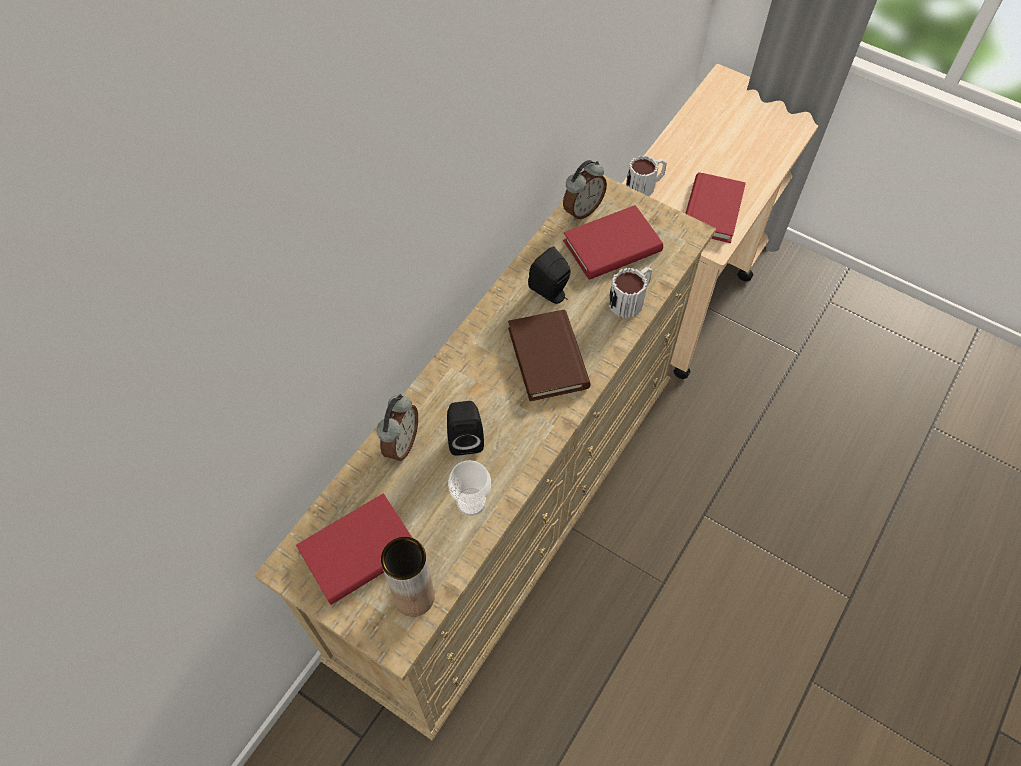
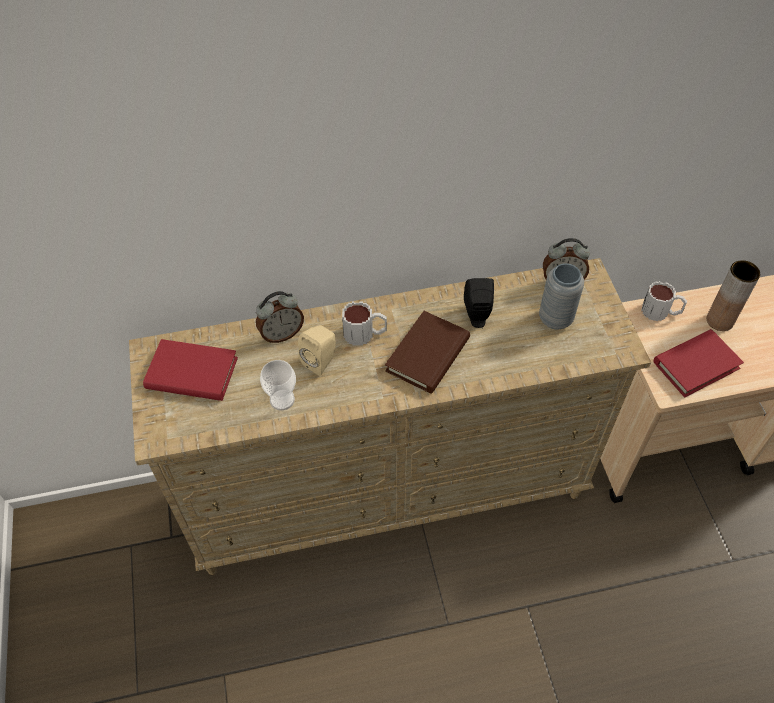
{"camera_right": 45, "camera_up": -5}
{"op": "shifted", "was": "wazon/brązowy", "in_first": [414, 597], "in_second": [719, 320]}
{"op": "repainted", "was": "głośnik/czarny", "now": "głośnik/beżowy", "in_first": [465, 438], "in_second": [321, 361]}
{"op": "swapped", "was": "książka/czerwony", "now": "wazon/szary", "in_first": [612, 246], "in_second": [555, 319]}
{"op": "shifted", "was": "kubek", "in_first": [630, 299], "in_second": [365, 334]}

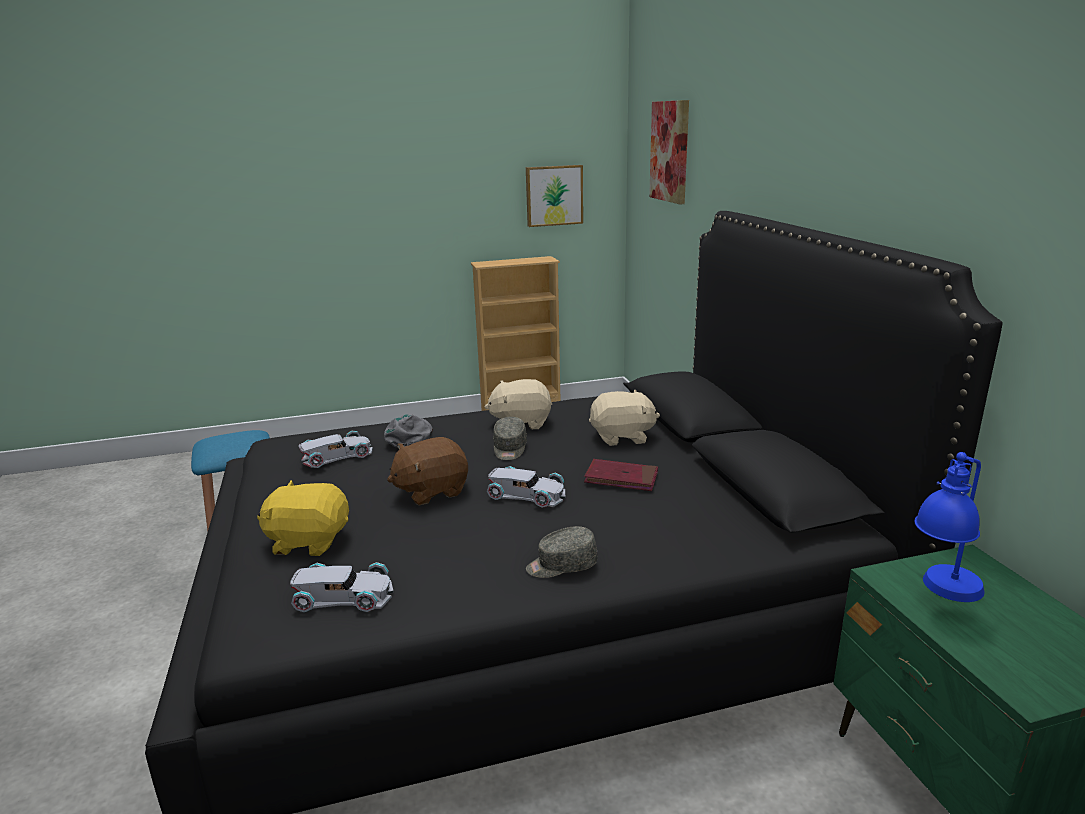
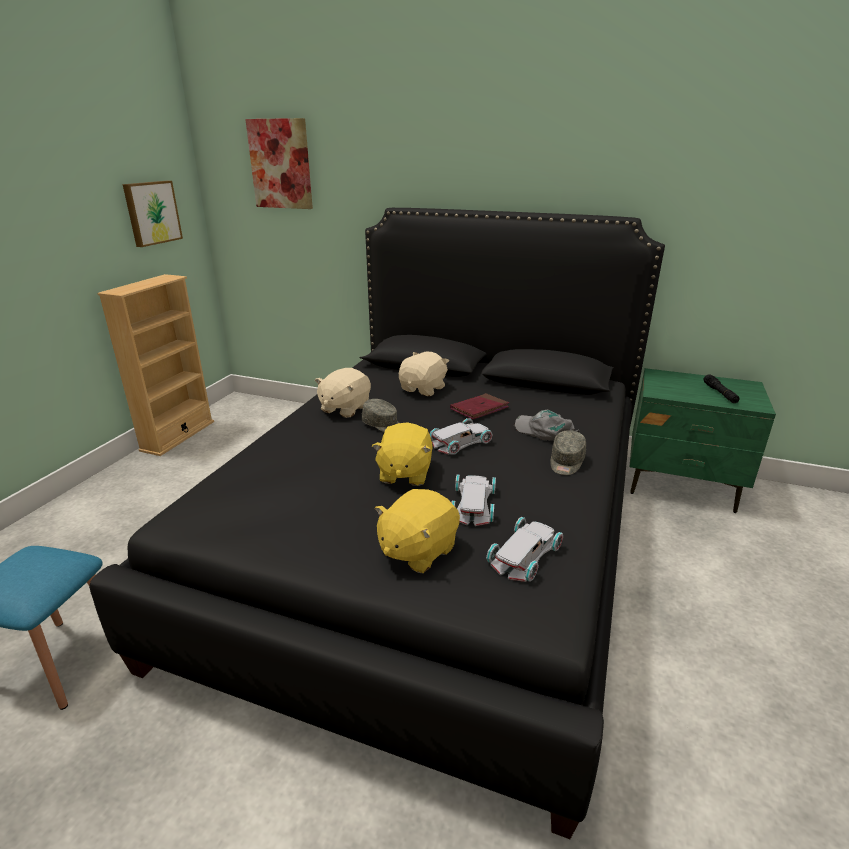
{"camera_right": -55, "camera_up": 5}
{"op": "shifted", "was": "samochodzik/biały", "in_first": [337, 455], "in_second": [474, 503]}
{"op": "shifted", "was": "czapka z daszkiem/szary", "in_first": [410, 438], "in_second": [545, 431]}
{"op": "repainted", "was": "pluszak/brązowy", "now": "pluszak/żółty", "in_first": [431, 491], "in_second": [404, 473]}
{"op": "gone", "was": "lampa stołowa/niebieski", "in_first": [942, 595]}
{"op": "new", "now": "latarka/czarny", "in_second": [720, 393]}

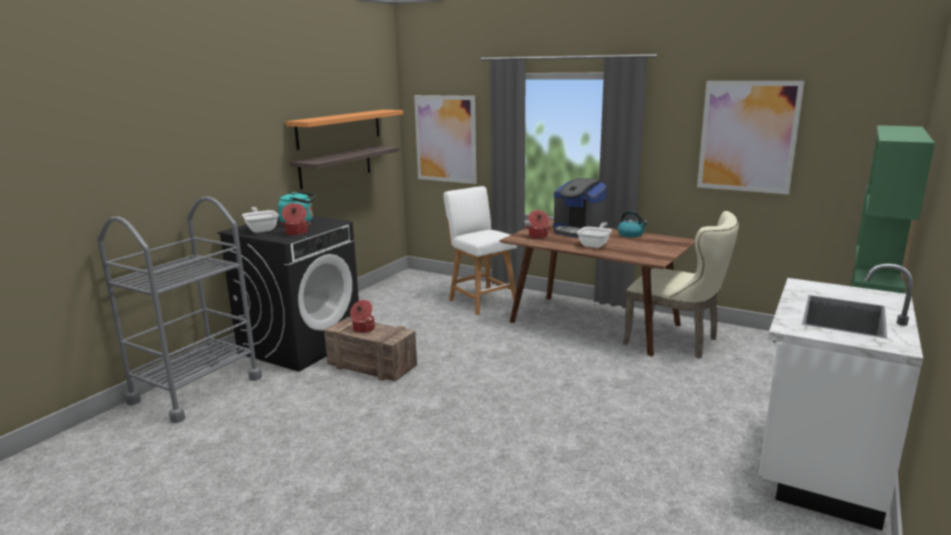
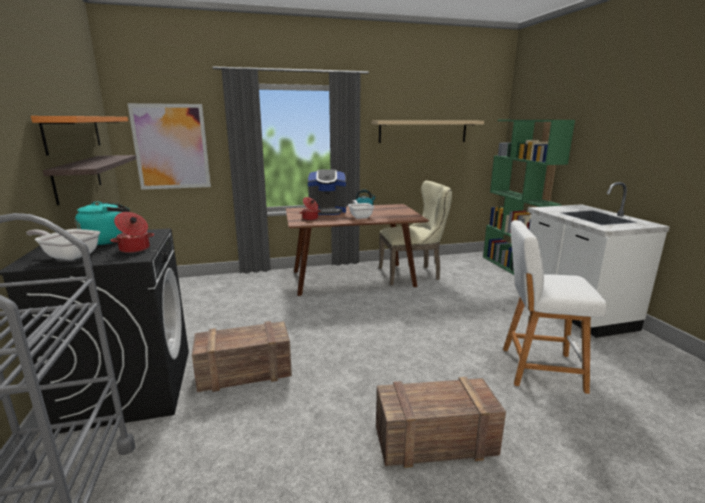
{"camera_right": -45, "camera_up": 0}
{"op": "gone", "was": "garnek", "in_first": [363, 329]}
{"op": "shifted", "was": "stołek/biały", "in_first": [481, 301], "in_second": [537, 368]}
{"op": "swapped", "was": "obraz", "now": "półka/beżowy", "in_first": [747, 136], "in_second": [423, 131]}
{"op": "new", "now": "skrzynka", "in_second": [433, 442]}

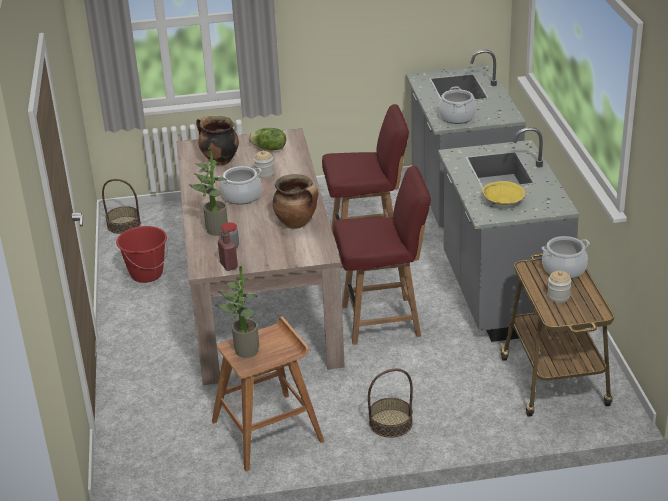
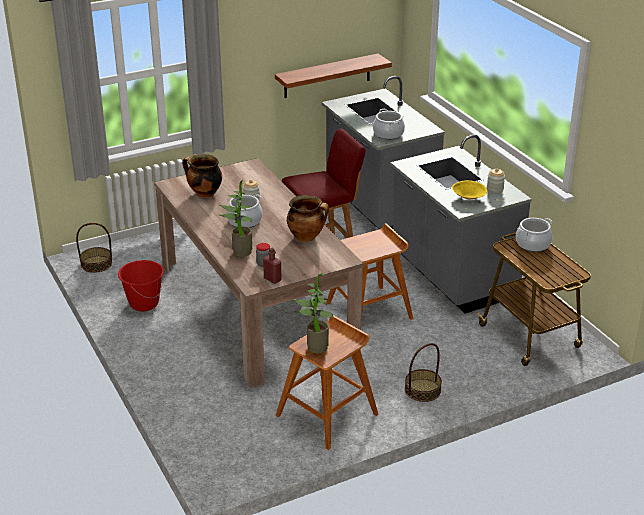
{"camera_right": -20, "camera_up": 0}
{"op": "gone", "was": "sałata", "in_first": [269, 149]}
{"op": "swapped", "was": "krzesło/czerwony", "now": "stołek/brązowy", "in_first": [383, 320], "in_second": [370, 310]}
{"op": "shifted", "was": "słoik", "in_first": [558, 296], "in_second": [495, 189]}
{"op": "new", "now": "półka", "in_second": [327, 76]}

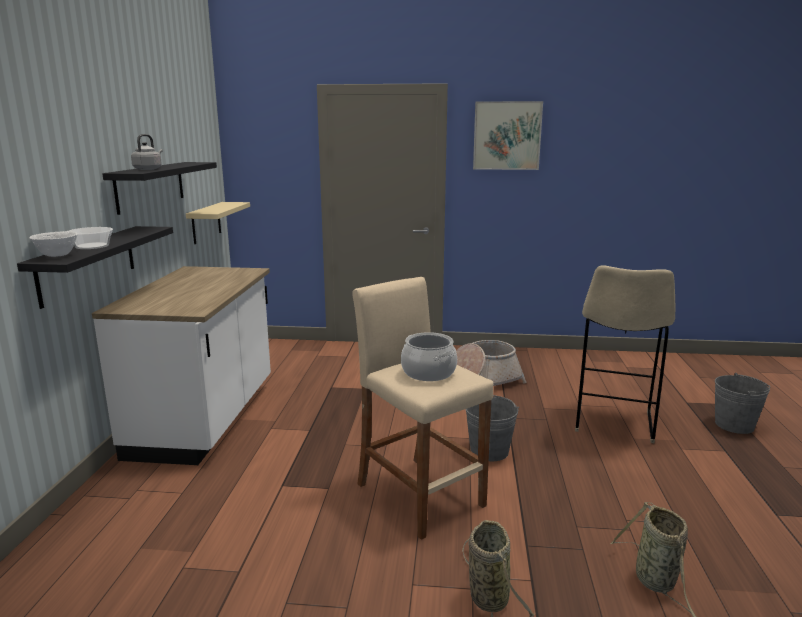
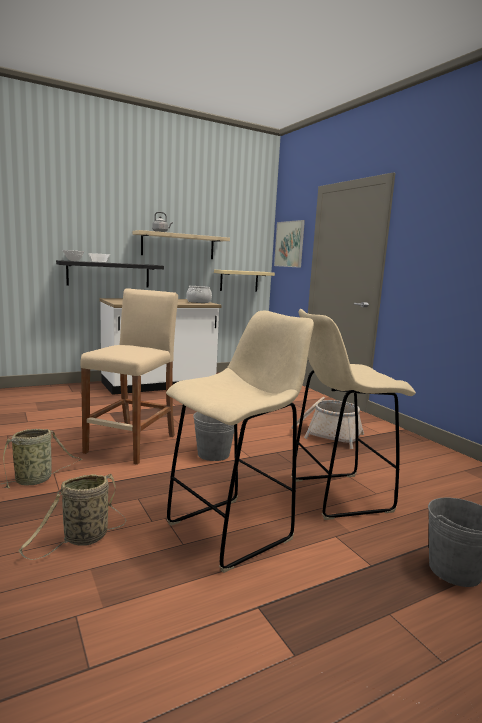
{"camera_right": 55, "camera_up": -5}
{"op": "repainted", "was": "półka/czarny", "now": "półka/beżowy", "in_first": [150, 186], "in_second": [178, 245]}
{"op": "shifted", "was": "garnek", "in_first": [429, 372], "in_second": [199, 302]}
{"op": "shifted", "was": "obraz", "in_first": [507, 135], "in_second": [289, 244]}
{"op": "new", "now": "stołek/beżowy", "in_second": [233, 530]}

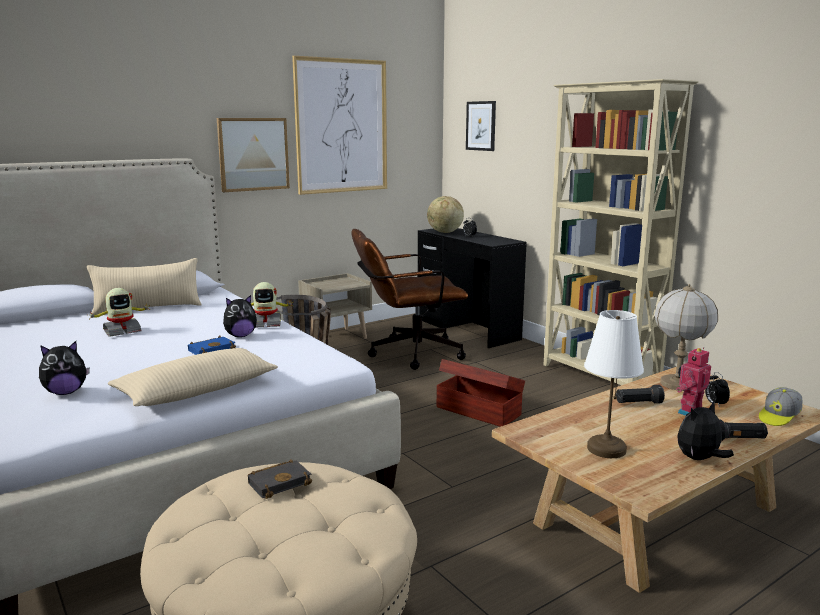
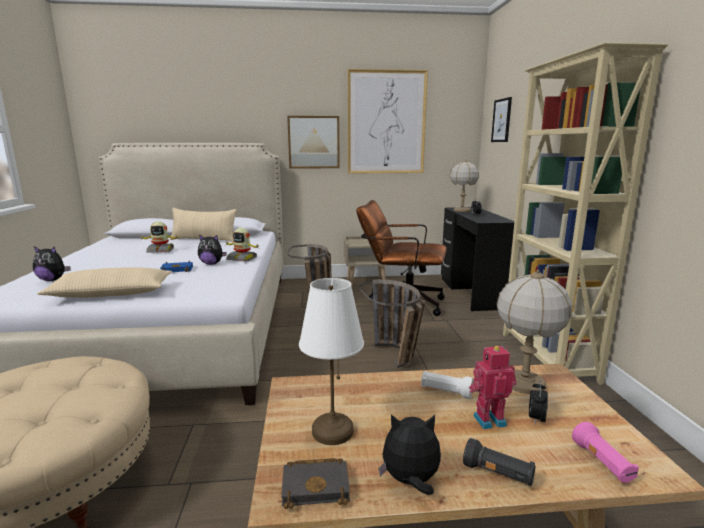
{"camera_right": 30, "camera_up": 0}
{"op": "shifted", "was": "książka/czarny", "in_first": [280, 482], "in_second": [317, 485]}
{"op": "swapped", "was": "globus", "now": "lampa stołowa", "in_first": [445, 232], "in_second": [461, 210]}
{"op": "swapped", "was": "pojemnik do przechowywania/brązowy", "now": "koszyk", "in_first": [478, 410], "in_second": [398, 360]}
{"op": "repainted", "was": "latarka/czarny", "now": "latarka/biały", "in_first": [638, 403], "in_second": [445, 392]}
{"op": "swapped", "was": "czapka z daszkiem", "now": "latarka/różowy", "in_first": [778, 417], "in_second": [602, 463]}

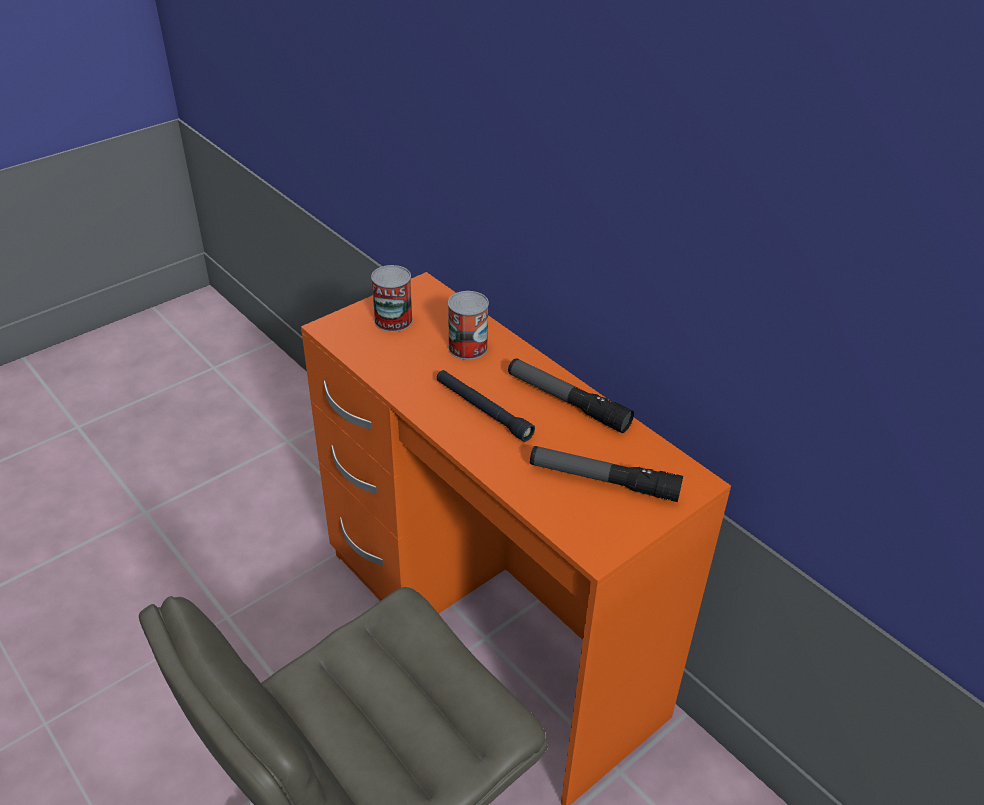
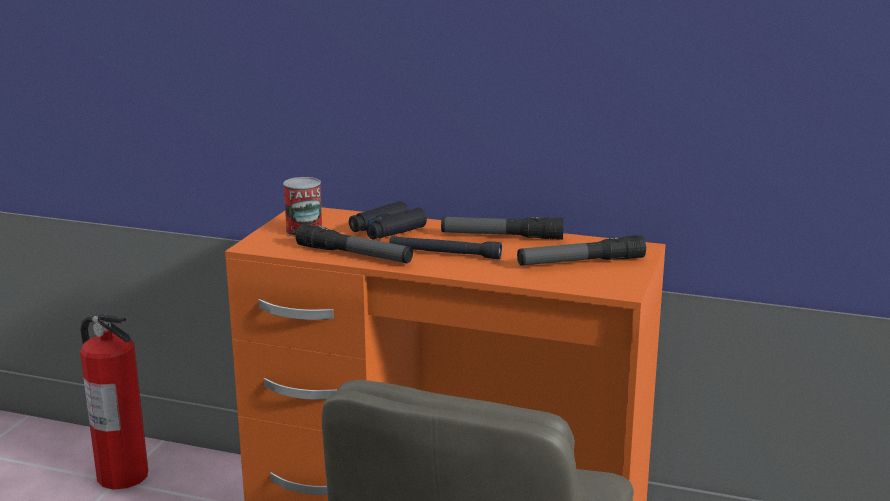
{"camera_right": -30, "camera_up": -20}
{"op": "swapped", "was": "puszka", "now": "lornetka/czarny", "in_first": [468, 347], "in_second": [387, 230]}
{"op": "new", "now": "gaśnica", "in_second": [122, 475]}
{"op": "new", "now": "latarka", "in_second": [354, 255]}

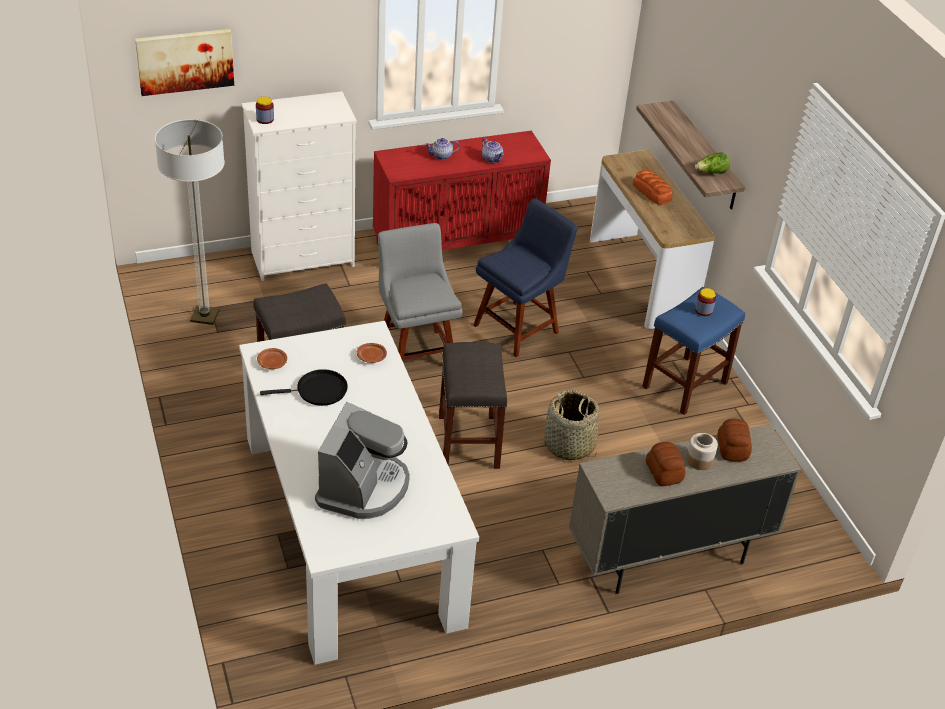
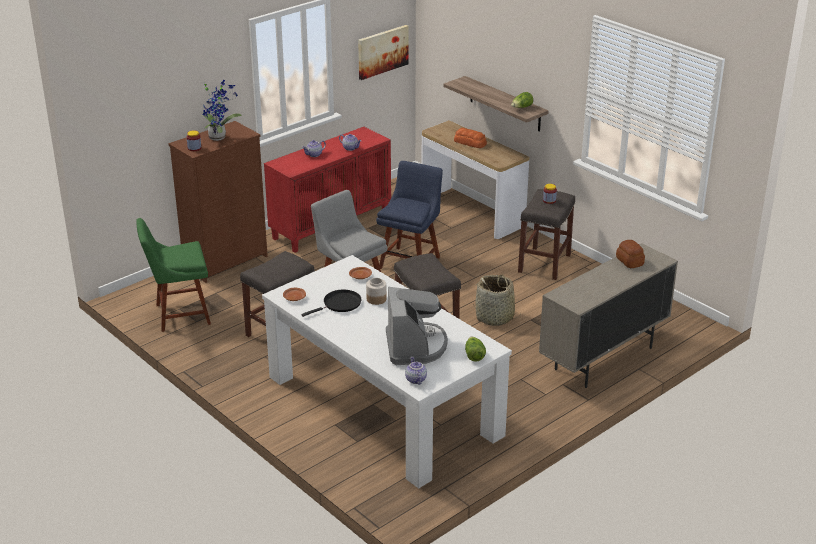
{"camera_right": -20, "camera_up": -10}
{"op": "shifted", "was": "obraz", "in_first": [185, 61], "in_second": [382, 51]}
{"op": "swapped", "was": "lampa stojąca", "now": "krzesło/zielony", "in_first": [204, 316], "in_second": [179, 315]}
{"op": "repainted", "was": "komoda/biały", "now": "komoda/brązowy", "in_first": [304, 259], "in_second": [226, 261]}
{"op": "repainted", "was": "stołek/niebieski", "now": "stołek/szary", "in_first": [685, 384], "in_second": [544, 263]}
{"op": "gone", "was": "chleb", "in_first": [663, 472]}
{"op": "shifted", "was": "słoik", "in_first": [699, 460], "in_second": [376, 299]}
{"op": "new", "now": "roślina doniczkowa", "in_second": [219, 137]}
{"op": "new", "now": "imbryk", "in_second": [415, 379]}
{"op": "new", "now": "sałata", "in_second": [474, 355]}

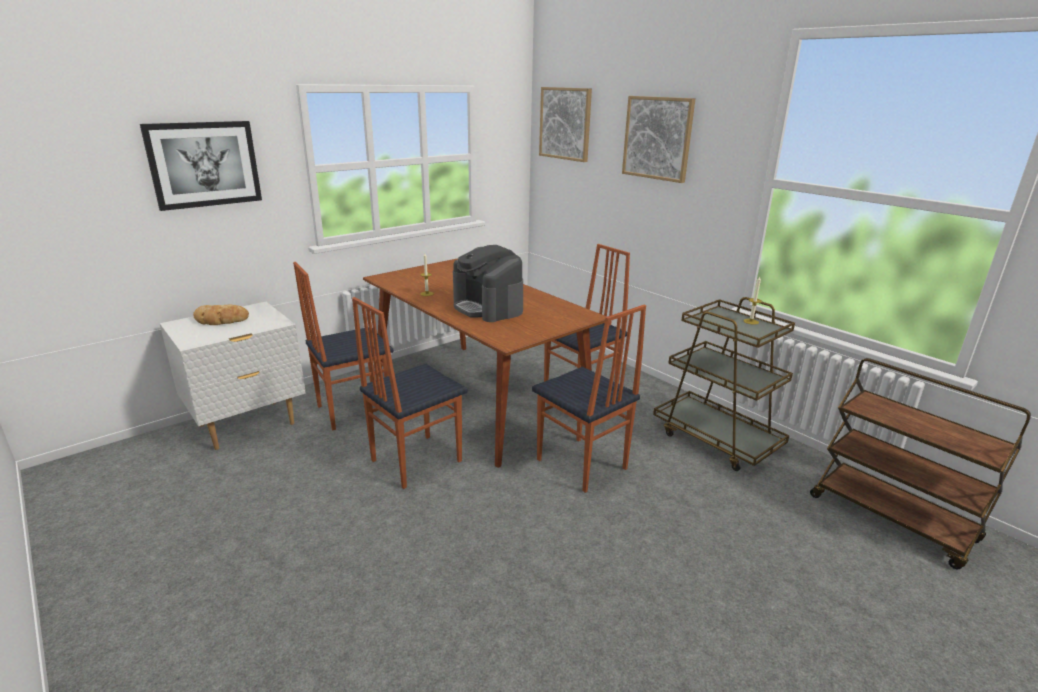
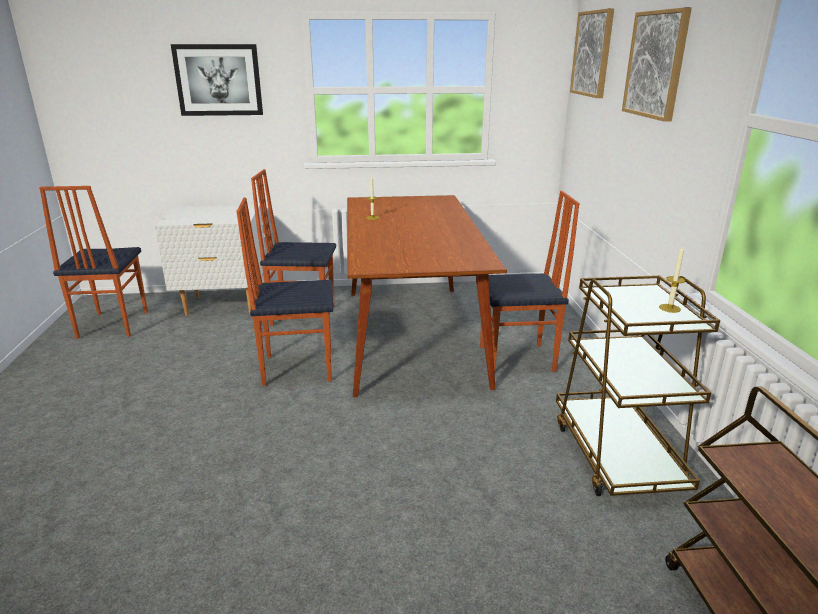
{"camera_right": 35, "camera_up": 0}
{"op": "gone", "was": "chleb", "in_first": [220, 320]}
{"op": "gone", "was": "ekspres do kawy", "in_first": [488, 307]}
{"op": "shifted", "was": "krzesło", "in_first": [581, 465], "in_second": [112, 325]}

